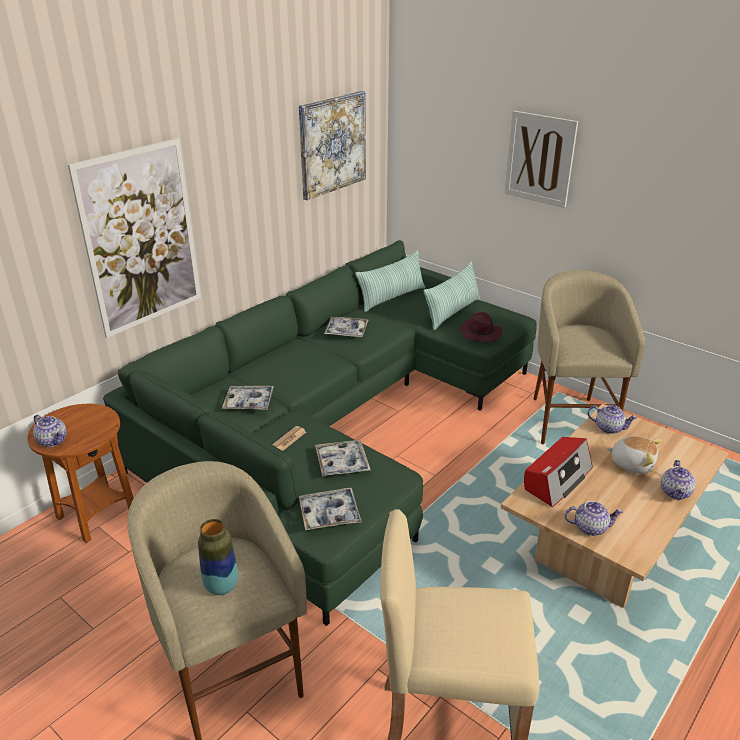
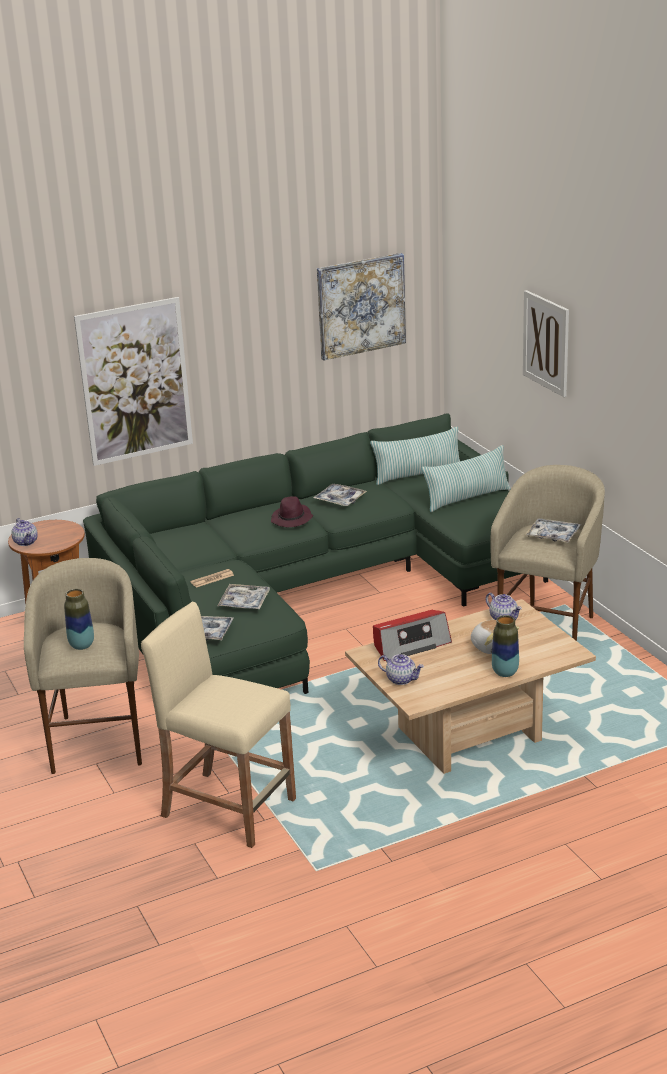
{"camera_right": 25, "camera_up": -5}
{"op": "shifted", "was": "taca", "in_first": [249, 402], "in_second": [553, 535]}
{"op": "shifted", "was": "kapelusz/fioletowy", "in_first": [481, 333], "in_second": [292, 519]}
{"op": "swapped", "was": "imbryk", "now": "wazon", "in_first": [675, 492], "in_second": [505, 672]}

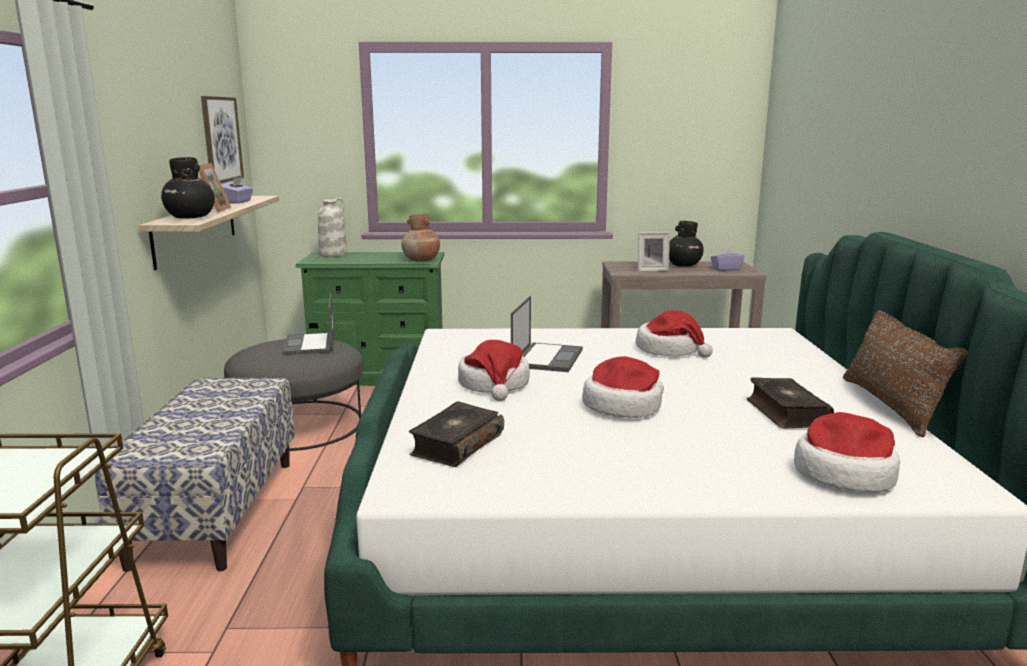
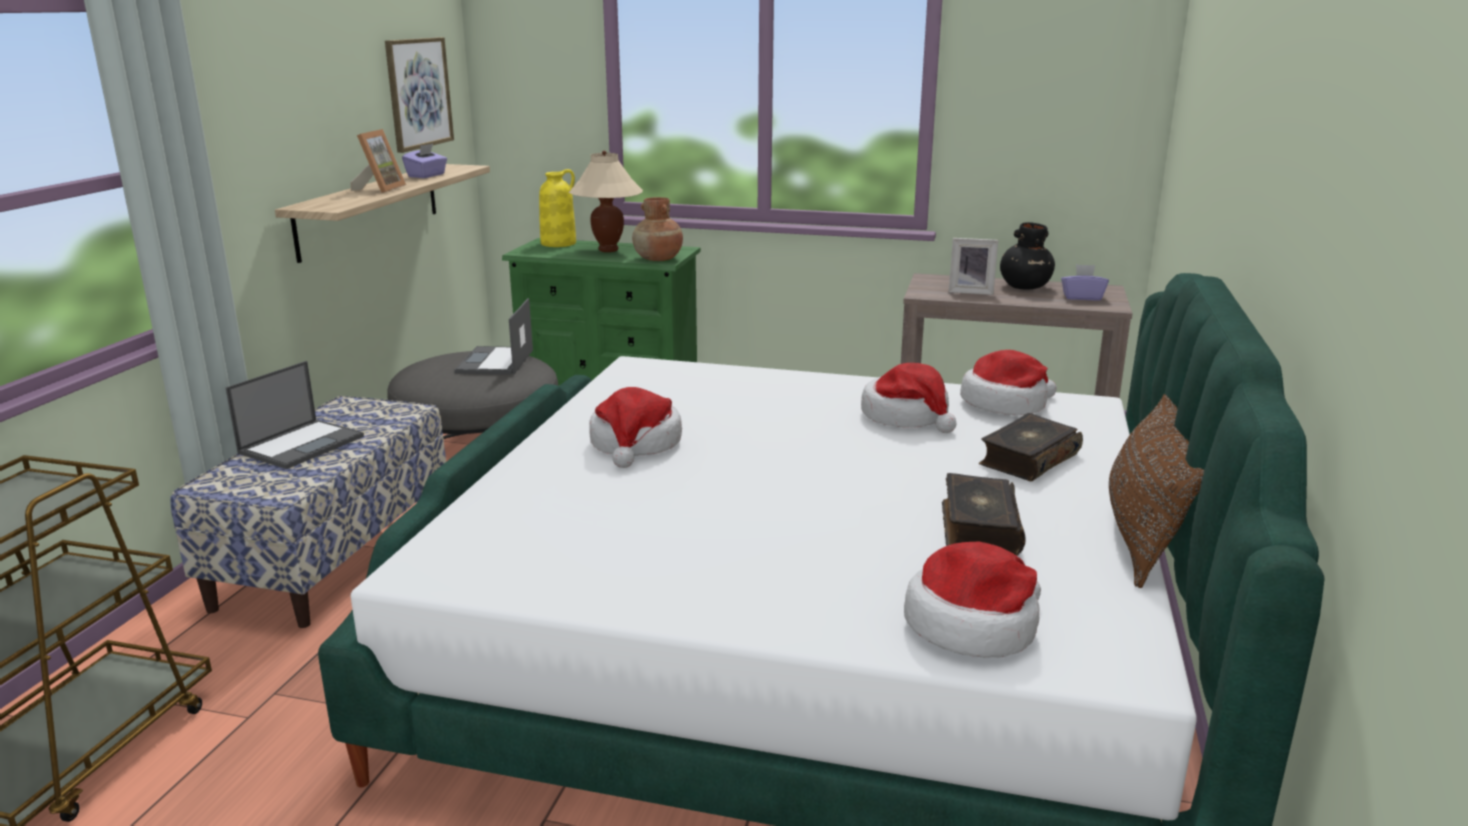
{"camera_right": 15, "camera_up": 5}
{"op": "gone", "was": "wazon/czarny", "in_first": [190, 217]}
{"op": "repainted", "was": "wazon/biały", "now": "wazon/żółty", "in_first": [333, 254], "in_second": [559, 243]}
{"op": "shifted", "was": "książka", "in_first": [456, 445], "in_second": [1027, 459]}
{"op": "shifted", "was": "laptop", "in_first": [547, 357], "in_second": [302, 444]}
{"op": "shifted", "was": "kapelusz", "in_first": [623, 406], "in_second": [1005, 403]}
{"op": "new", "now": "lampa stołowa/beżowy", "in_second": [608, 250]}

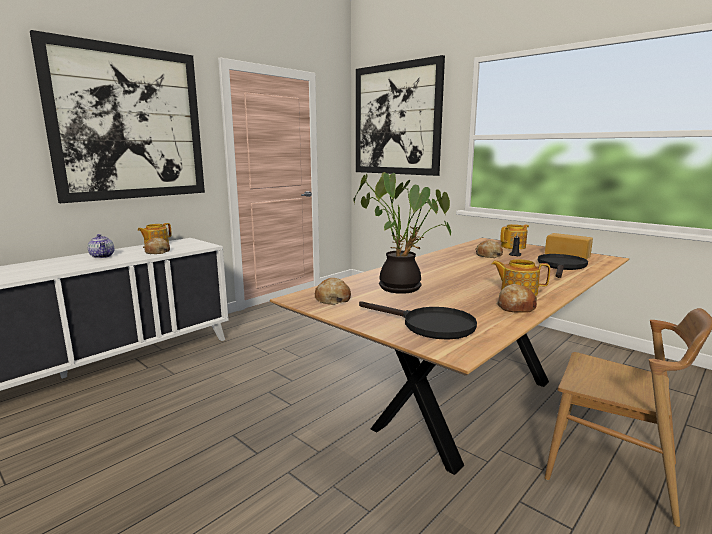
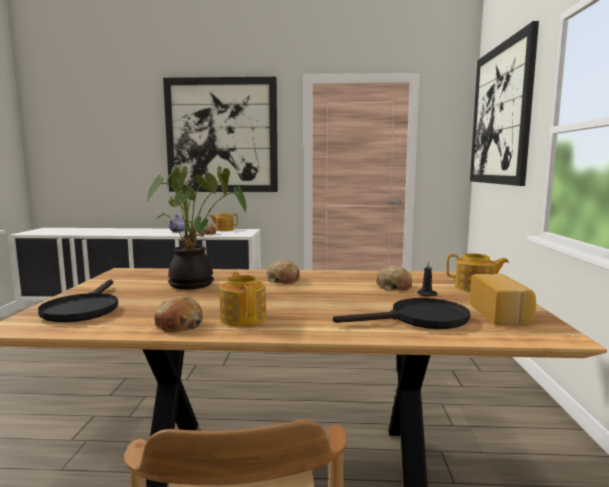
{"camera_right": 50, "camera_up": -5}
{"op": "shifted", "was": "chleb", "in_first": [332, 299], "in_second": [283, 280]}

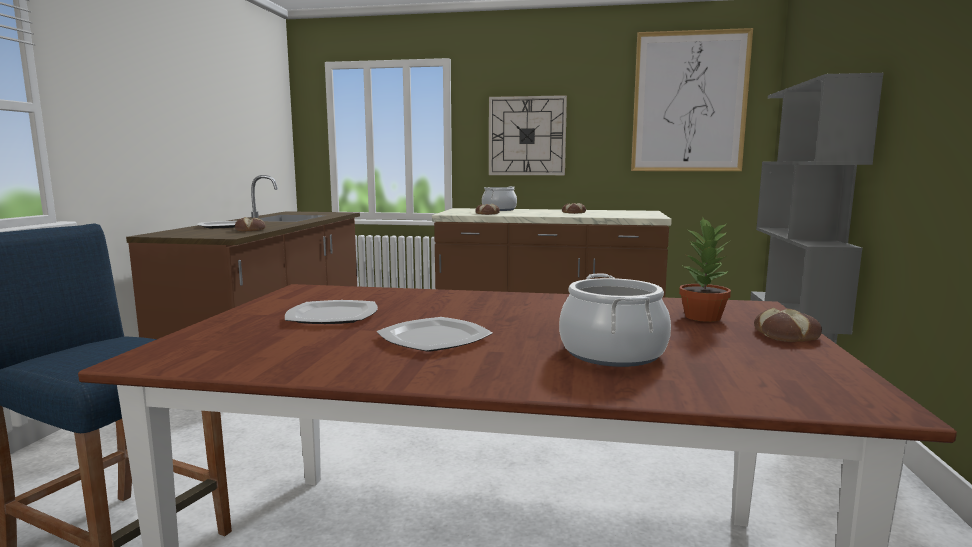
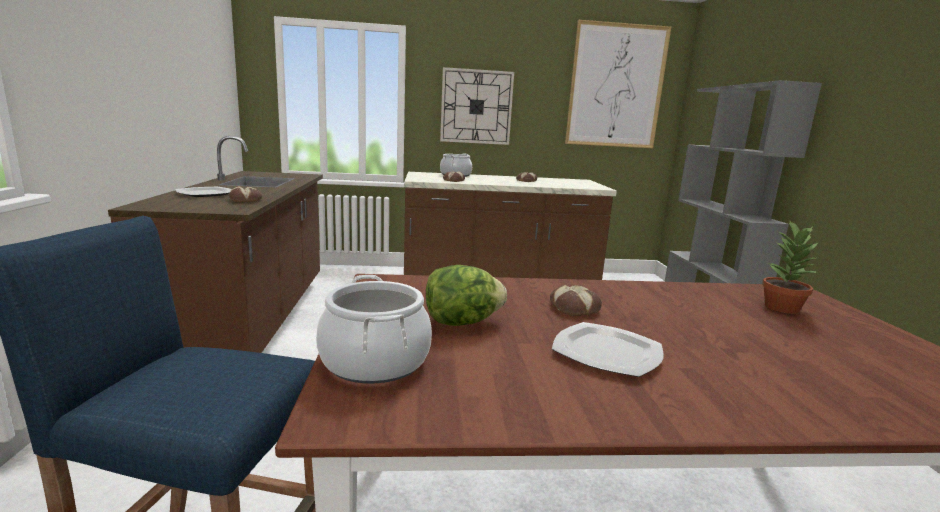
{"camera_right": -15, "camera_up": 5}
{"op": "swapped", "was": "talerz", "now": "sałata", "in_first": [332, 315], "in_second": [462, 322]}
{"op": "shifted", "was": "garnek", "in_first": [612, 353], "in_second": [374, 361]}
{"op": "shifted", "was": "chleb", "in_first": [787, 335], "in_second": [575, 307]}

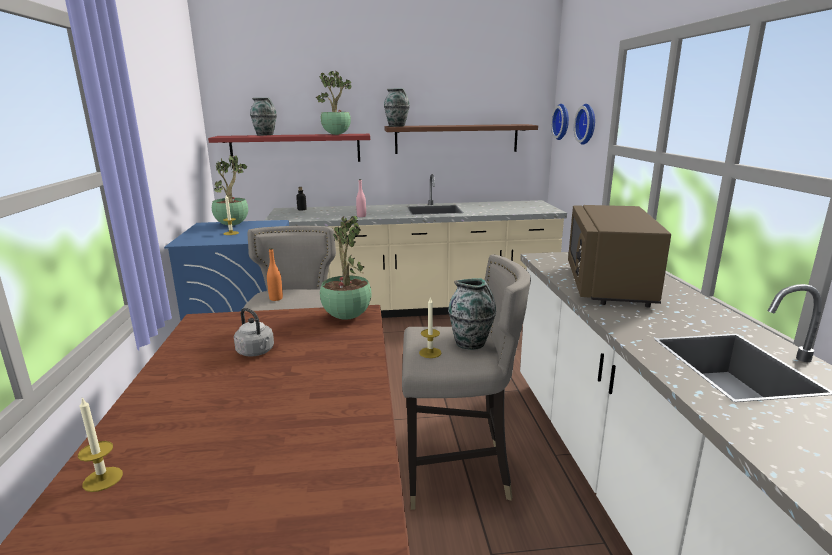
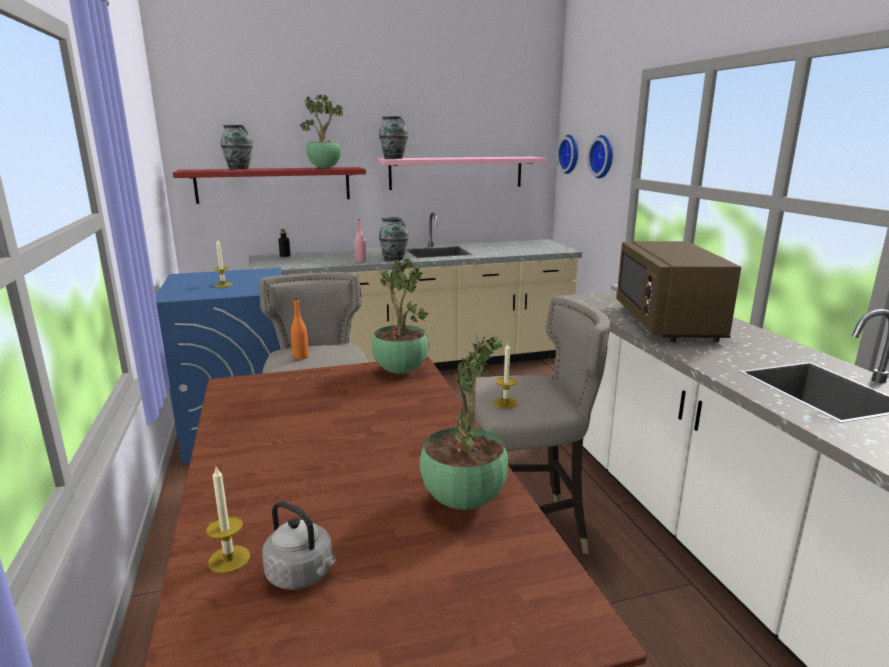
{"camera_right": -10, "camera_up": 0}
{"op": "shifted", "was": "roślina doniczkowa", "in_first": [233, 225], "in_second": [463, 500]}
{"op": "shifted", "was": "czajnik/szary", "in_first": [256, 352], "in_second": [302, 575]}
{"op": "repainted", "was": "półka/brązowy", "now": "półka/różowy", "in_first": [456, 139], "in_second": [456, 172]}
{"op": "shifted", "was": "wazon", "in_first": [471, 343], "in_second": [394, 259]}

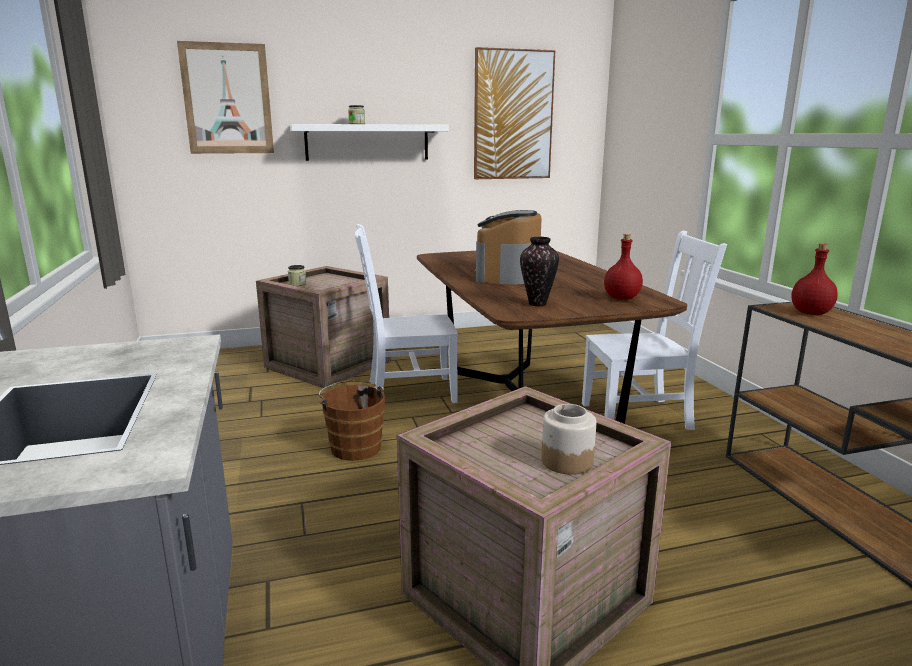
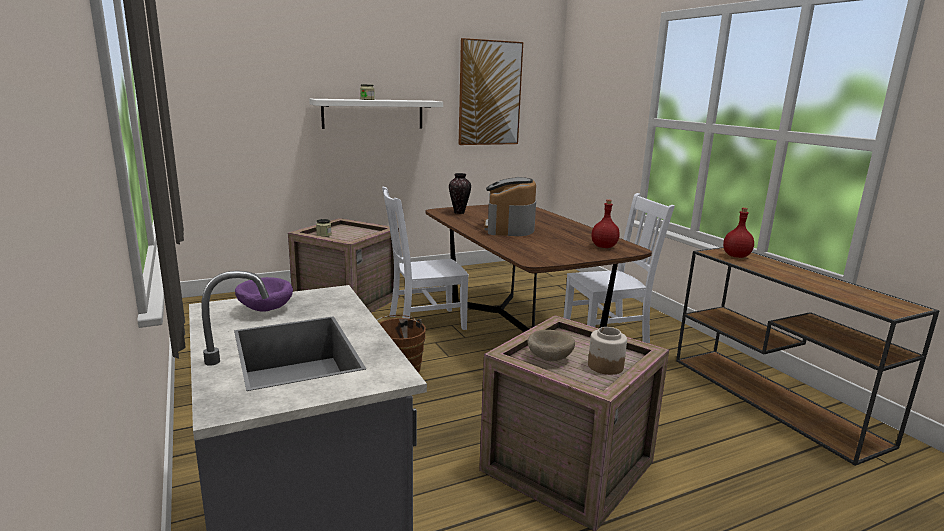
{"camera_right": -10, "camera_up": 0}
{"op": "gone", "was": "obraz", "in_first": [227, 99]}
{"op": "shifted", "was": "wazon", "in_first": [538, 304], "in_second": [459, 212]}
{"op": "new", "now": "miska/fioletowy", "in_second": [265, 310]}
{"op": "new", "now": "miska/beżowy", "in_second": [548, 358]}

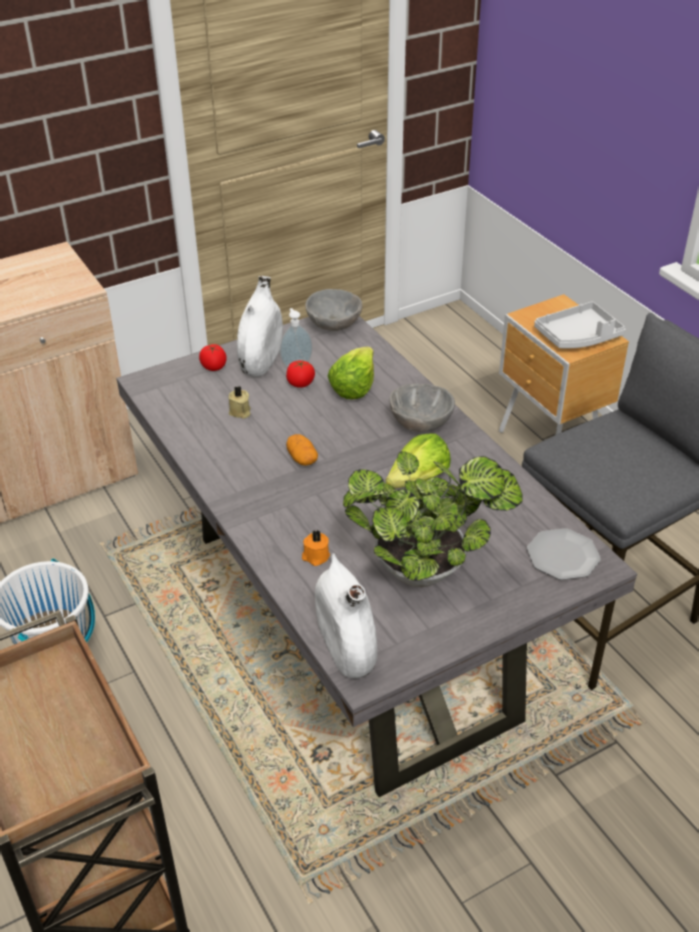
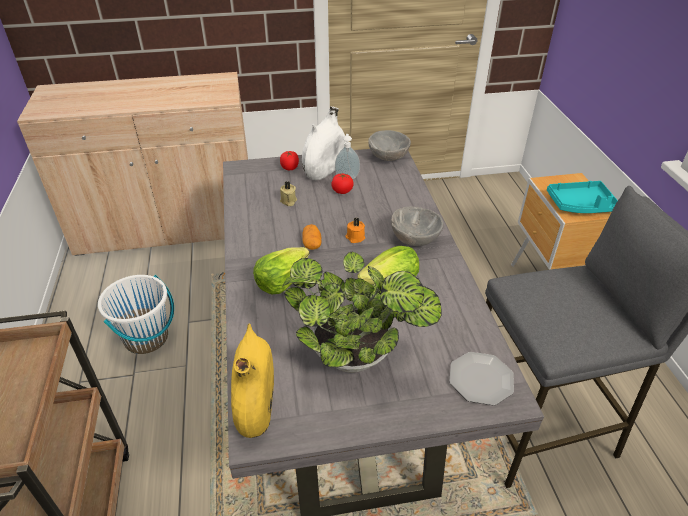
{"camera_right": 20, "camera_up": 0}
{"op": "shifted", "was": "świeca/pomarańczowy", "in_first": [315, 556], "in_second": [355, 237]}
{"op": "repainted", "was": "wazon/biały", "now": "wazon/żółty", "in_first": [345, 646], "in_second": [256, 404]}
{"op": "shifted", "was": "sałata", "in_first": [353, 386], "in_second": [281, 280]}
{"op": "repainted", "was": "taca/szary", "now": "taca/turkusowy", "in_first": [578, 336], "in_second": [580, 205]}

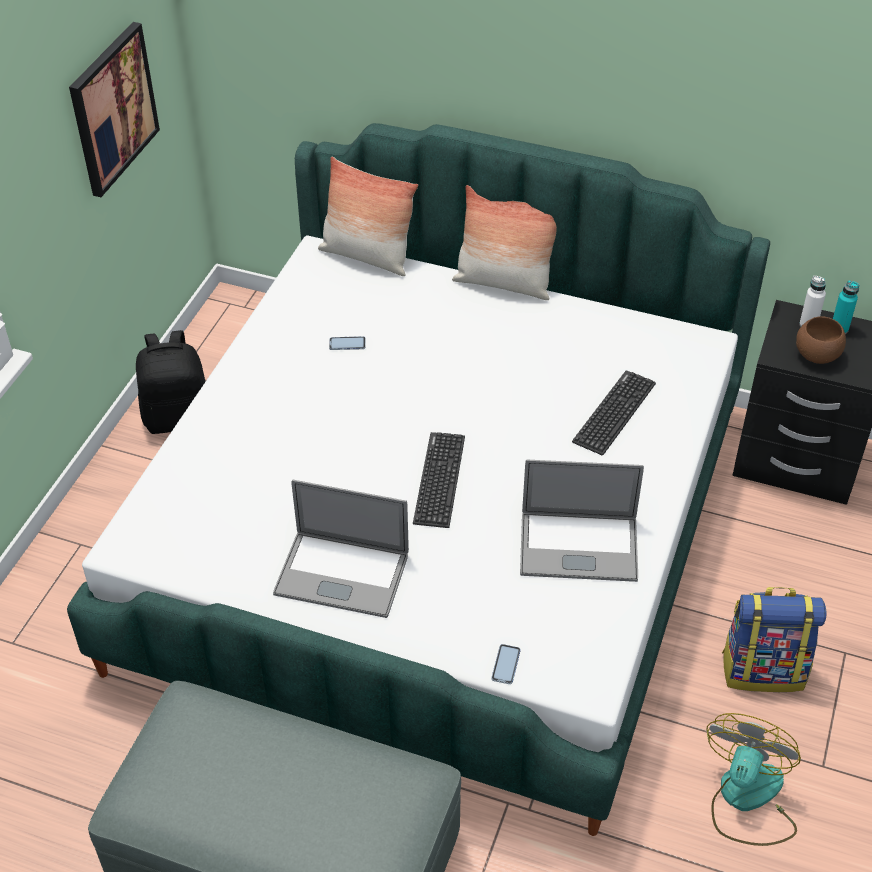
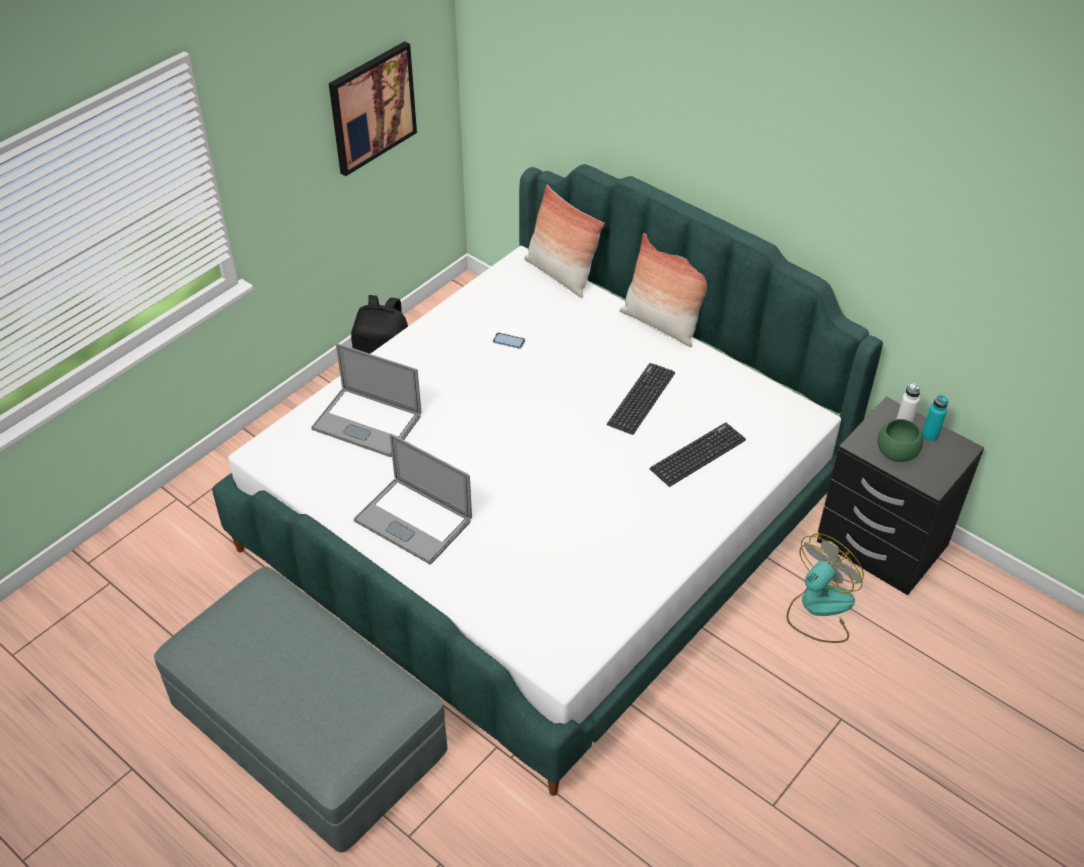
{"camera_right": 20, "camera_up": 0}
{"op": "shifted", "was": "klawiatura", "in_first": [439, 480], "in_second": [641, 399]}
{"op": "gone", "was": "telefon", "in_first": [506, 665]}
{"op": "shifted", "was": "laptop", "in_first": [578, 546], "in_second": [367, 422]}
{"op": "shifted", "was": "wentylator", "in_first": [746, 800], "in_second": [819, 608]}
{"op": "gone", "was": "plecak", "in_first": [763, 670]}
{"op": "repainted", "was": "miska/brązowy", "now": "miska/zielony", "in_first": [816, 355], "in_second": [895, 453]}

